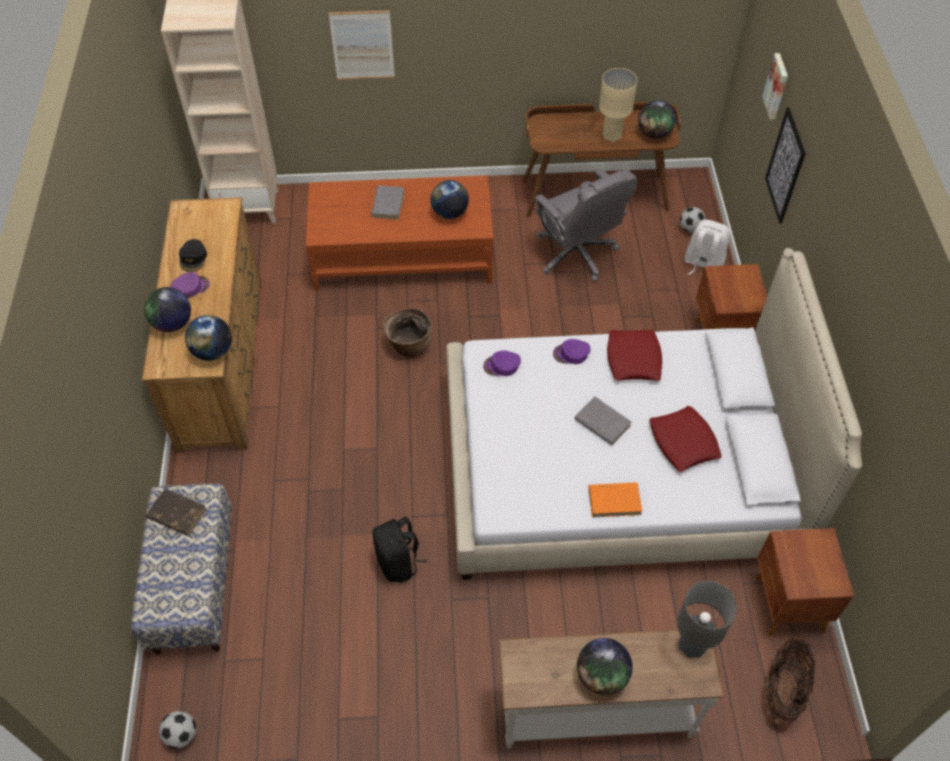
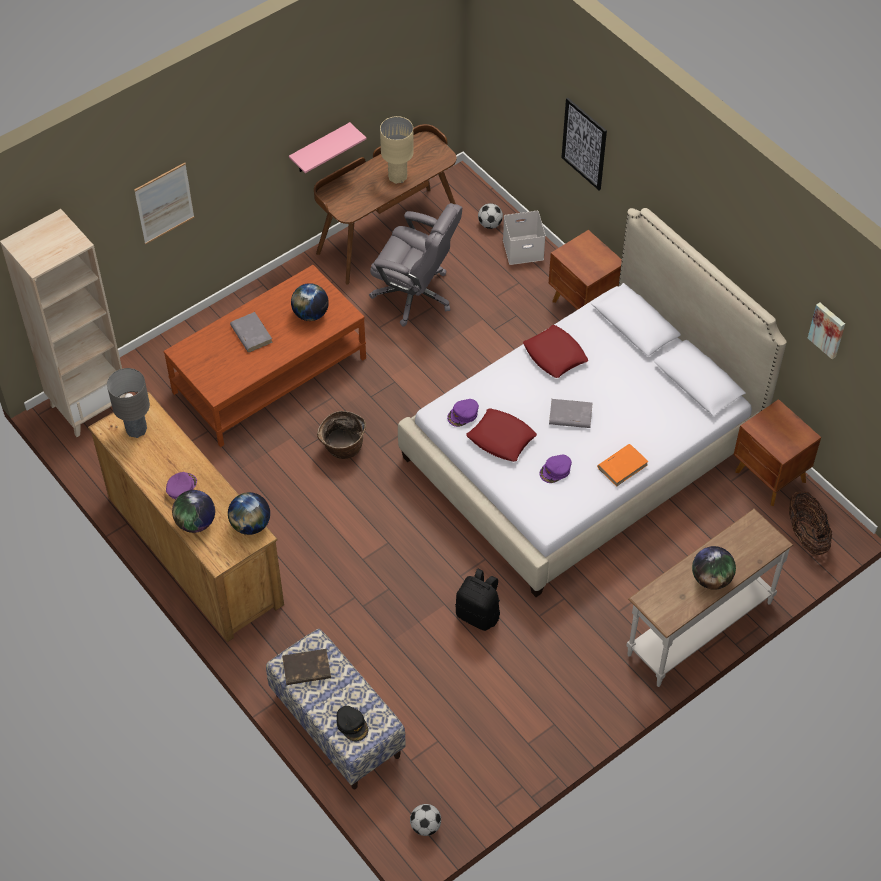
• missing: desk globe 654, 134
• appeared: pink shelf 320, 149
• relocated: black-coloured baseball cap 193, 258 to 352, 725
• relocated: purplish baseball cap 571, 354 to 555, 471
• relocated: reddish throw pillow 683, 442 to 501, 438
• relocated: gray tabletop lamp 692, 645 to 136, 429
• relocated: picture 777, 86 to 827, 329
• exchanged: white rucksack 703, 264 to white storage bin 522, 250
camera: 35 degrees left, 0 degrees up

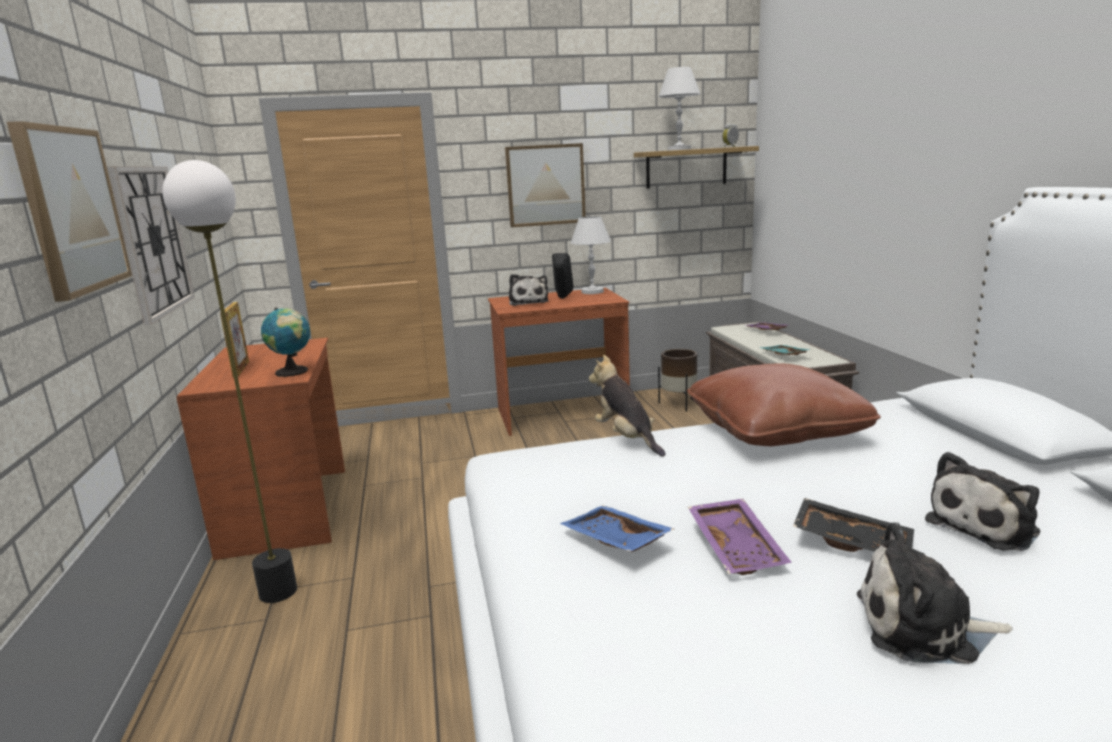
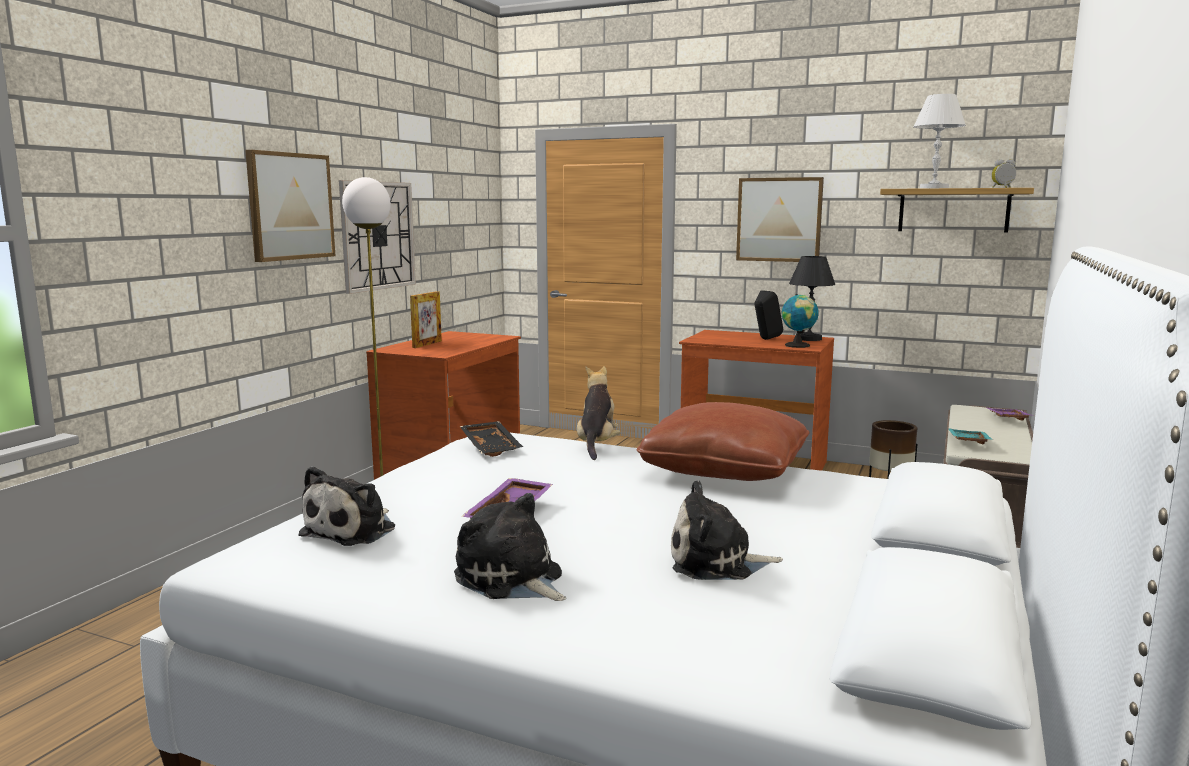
• missing: blue serving tray 614, 541
• relocated: desk globe 293, 372 to 798, 346
• relocated: soft toy 528, 302 to 353, 530
• relocated: black-coloured serving tray 852, 541 to 492, 447
• colour: white tabletop lamp 592, 292 to black-coloured tabletop lamp 809, 339
camera: 35 degrees right, 5 degrees down

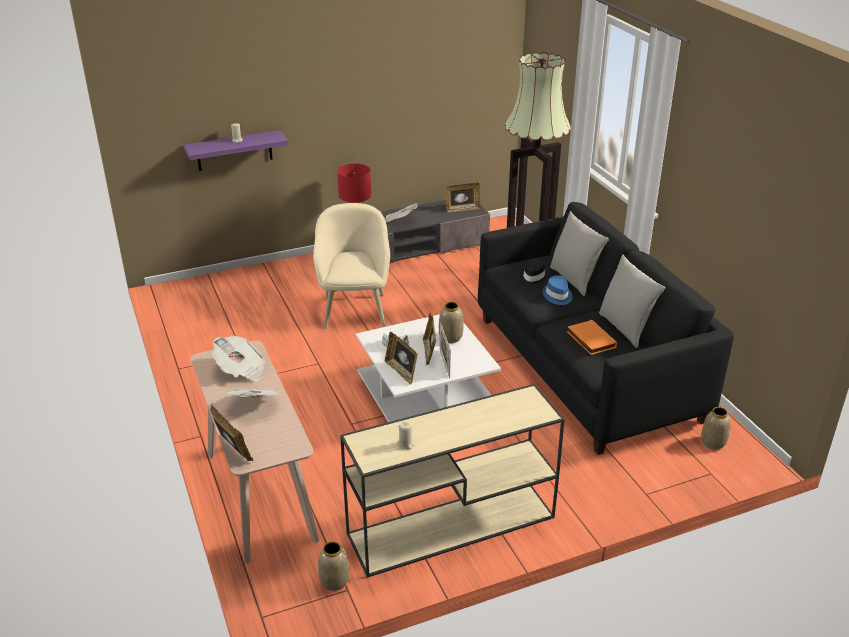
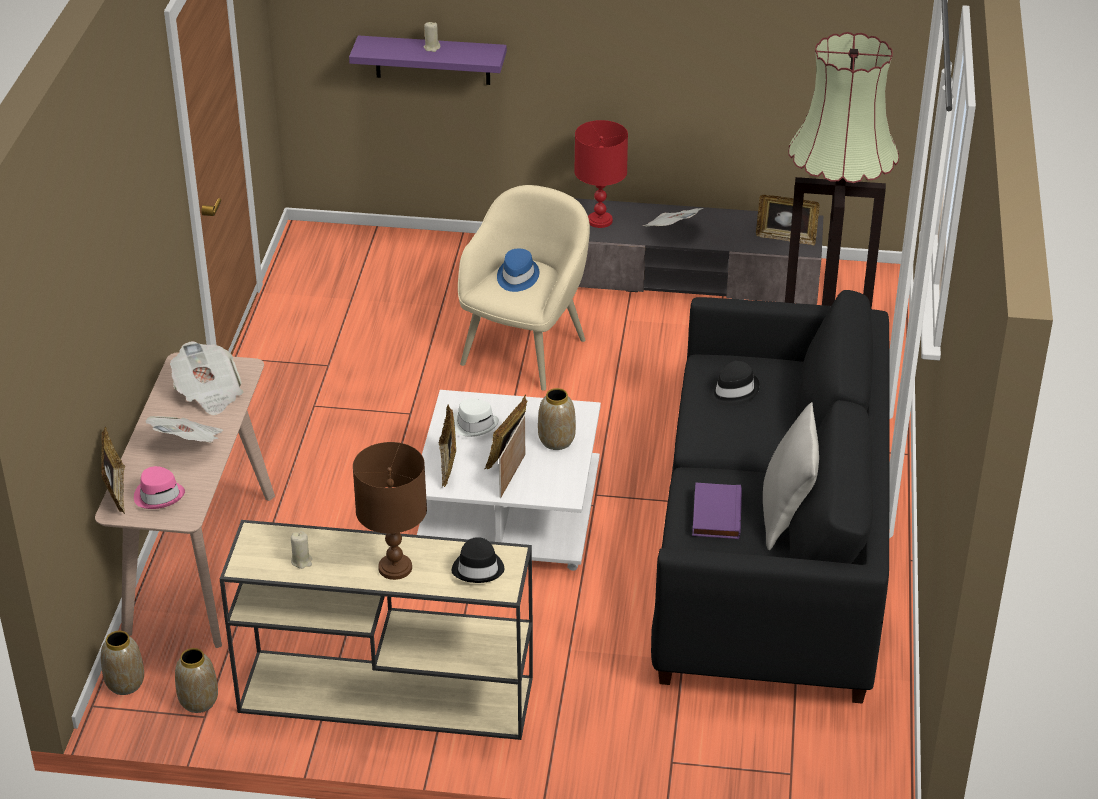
• missing: gray throw pillow 574, 279
• appeared: pink wearable hat 159, 495
• appeared: brown-coloured tabletop lamp 394, 568
• appeared: black-coloured wearable hat 478, 568
• relocated: blue wearable hat 557, 295 to 517, 277
• relocated: flower vase 712, 443 to 124, 683
• colour: orange-coloured book 590, 340 to purplish book 715, 514
camera: 30 degrees right, 5 degrees up

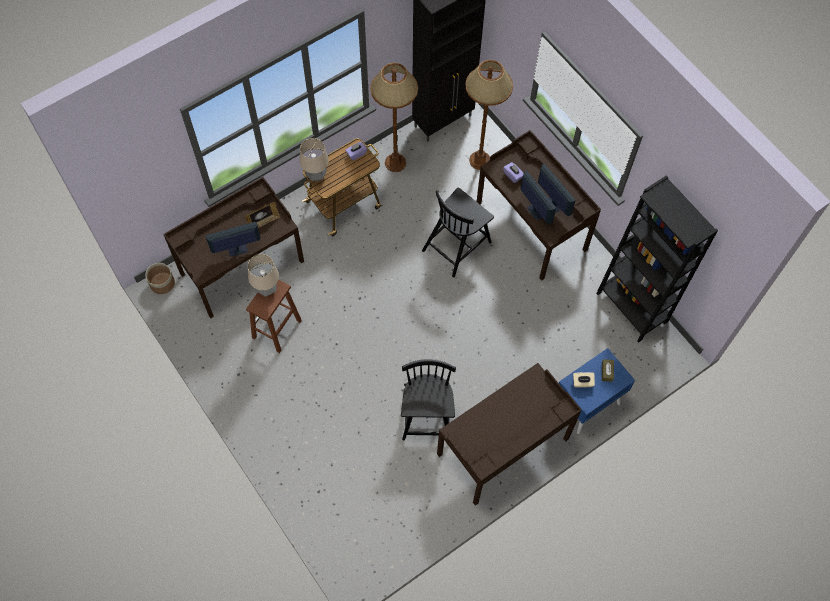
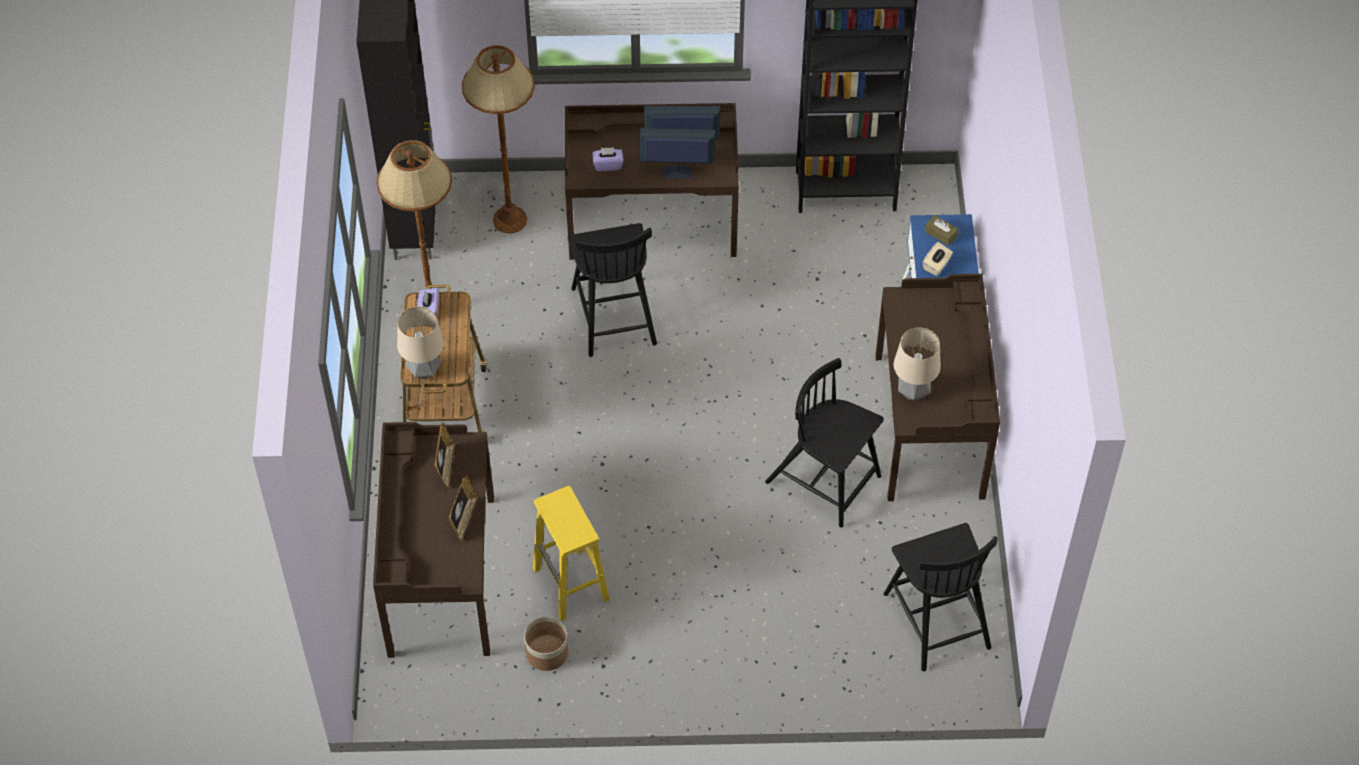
• appeared: black-coloured upright chair 936, 618
• relocated: planter 162, 283 to 546, 653
• relocated: tabletop lamp 267, 289 to 913, 392
• exchanged: monitor 237, 250 to standing frame 464, 518
• colour: brown-coloured stool 276, 330 to yellow stool 572, 585
camera: 55 degrees left, 10 degrees down

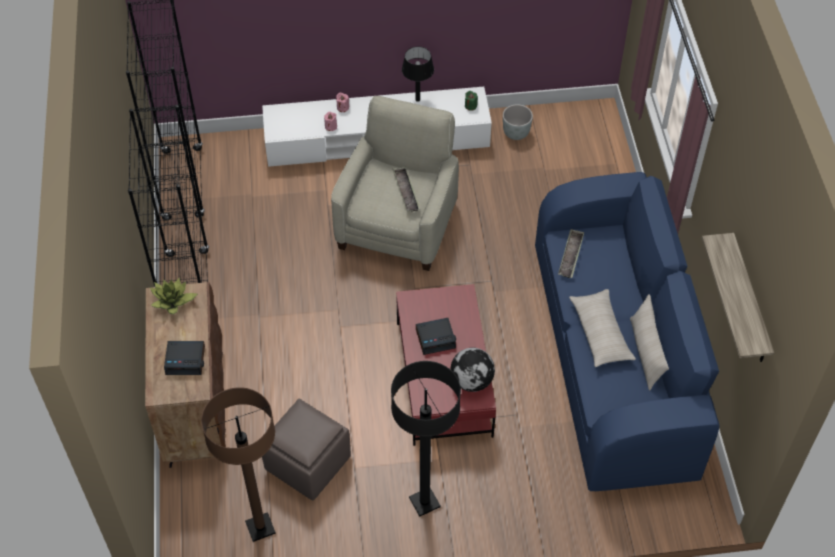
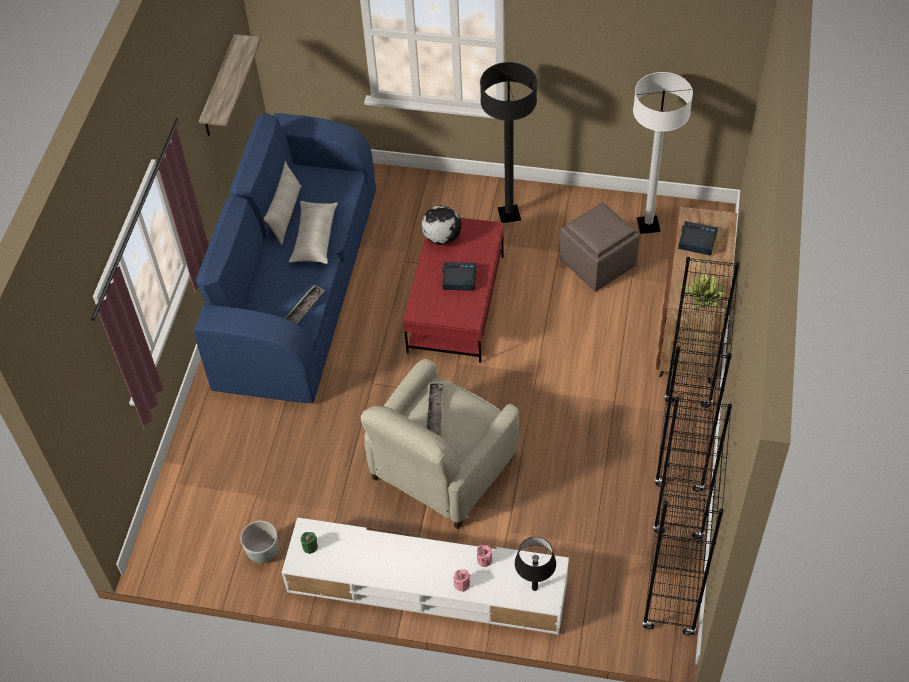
• relocated: black-coloured tabletop lamp 417, 100 to 535, 587
• colour: brown-coloured standard lamp 260, 527 to white standard lamp 648, 225
camera: 160 degrees left, 0 degrees up

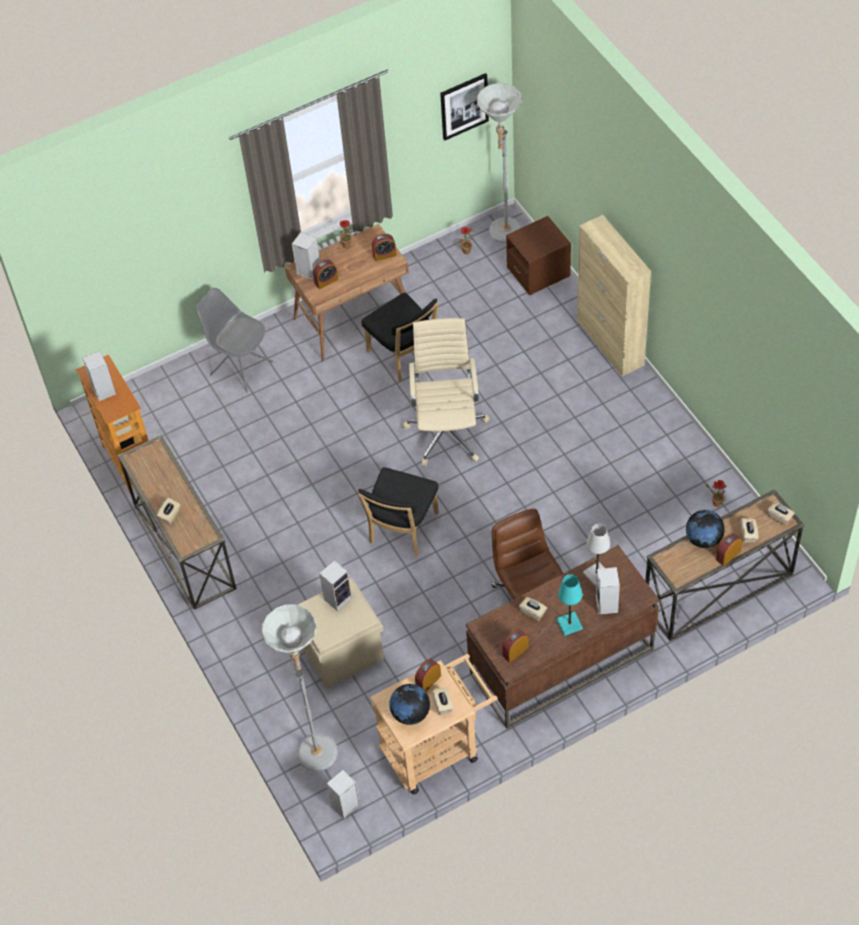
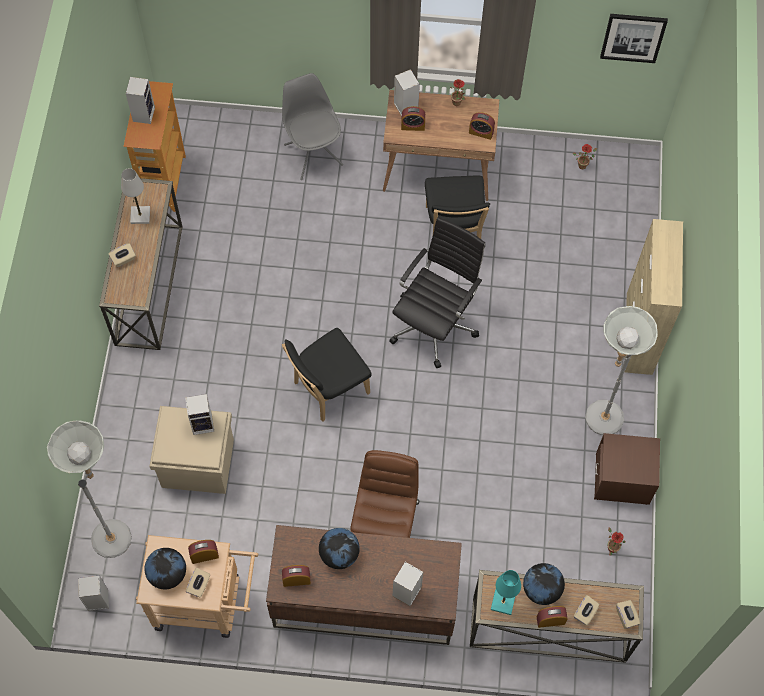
• relocated: gray standard lamp 503, 236 to 597, 422
• relocated: brown-coloured night table 538, 272 to 622, 479
• relocated: turquoise tabletop lamp 569, 624 to 503, 602
• relocated: white tabletop lamp 596, 574 to 140, 215
• exchanged: sand-coloured box of tissues 533, 612 to desk globe 339, 554
• colour: sand-coloured computer chair 447, 431 to black-coloured computer chair 435, 323
camera: 30 degrees right, 10 degrees up

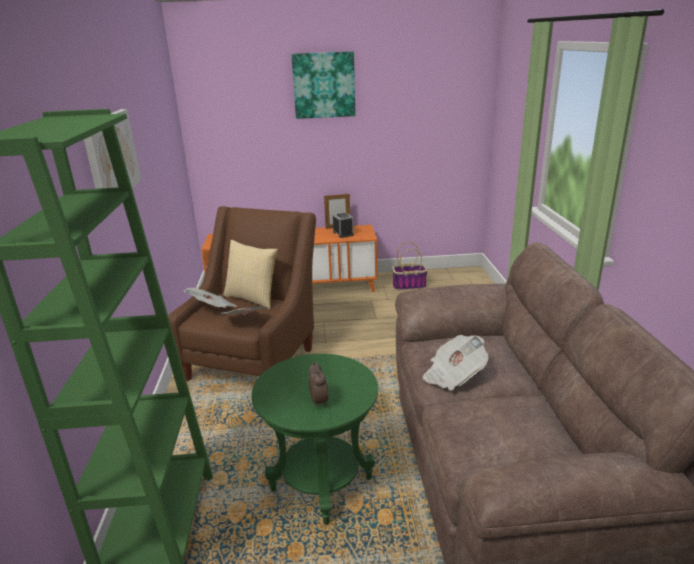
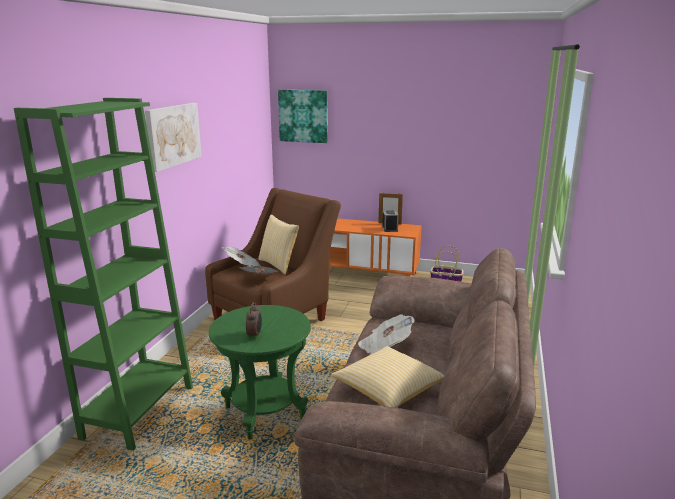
• appeared: throw pillow 387, 390
• relocated: picture 324, 85 to 303, 116
camera: 20 degrees right, 5 degrees down

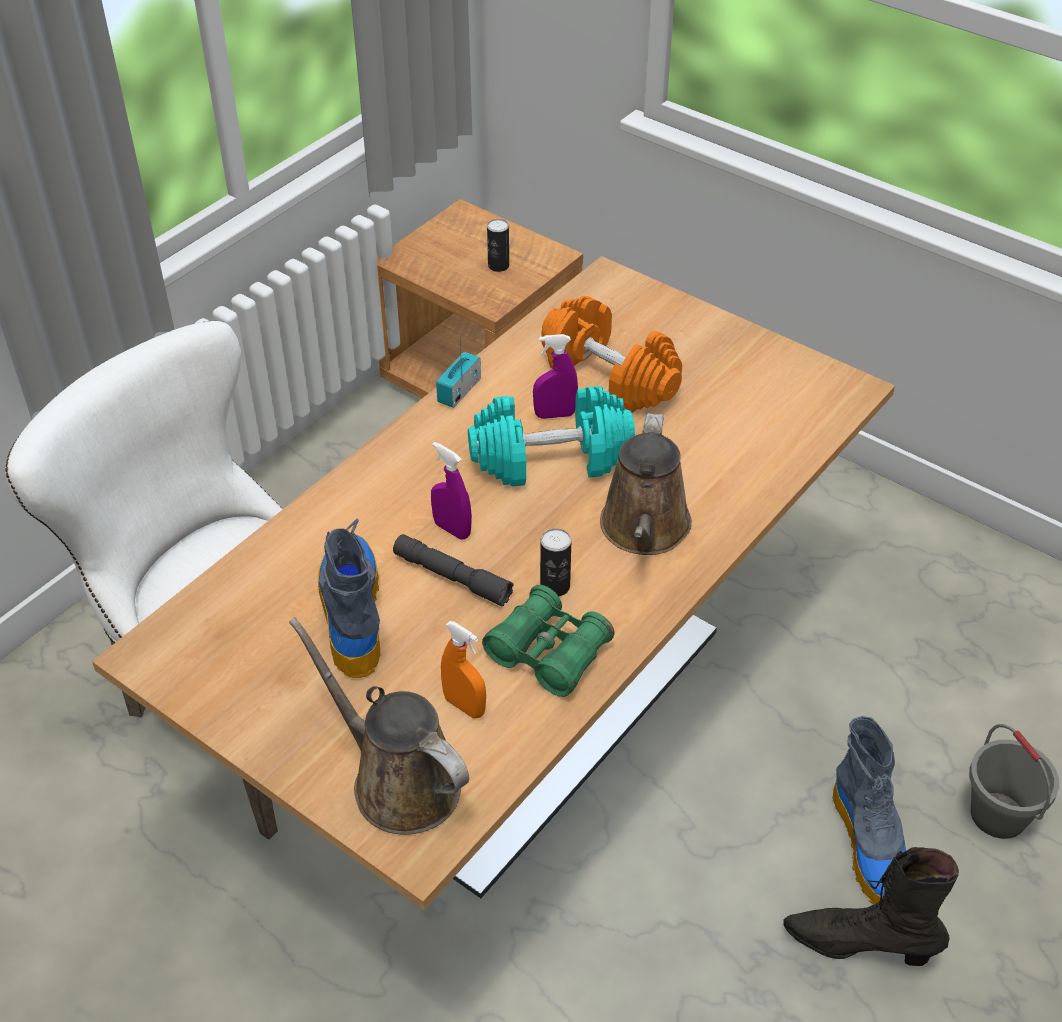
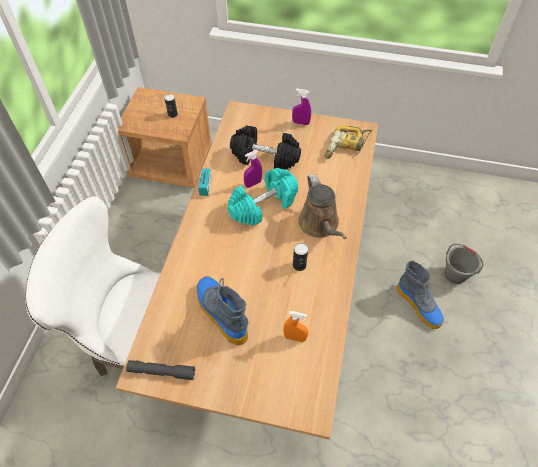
• missing: brown-coloured sprinkling can 398, 781
• missing: greenish pair of binoculars 548, 653
• missing: black-coloured tall boot 859, 944
• appeared: drill 347, 147
• relocated: gray torch 452, 577 to 161, 372
• relocated: purplish hand sprayer 452, 529 to 301, 123
• colour: orange-coloured free weight 608, 377 to black-coloured free weight 265, 158
camera: 25 degrees left, 10 degrees up

